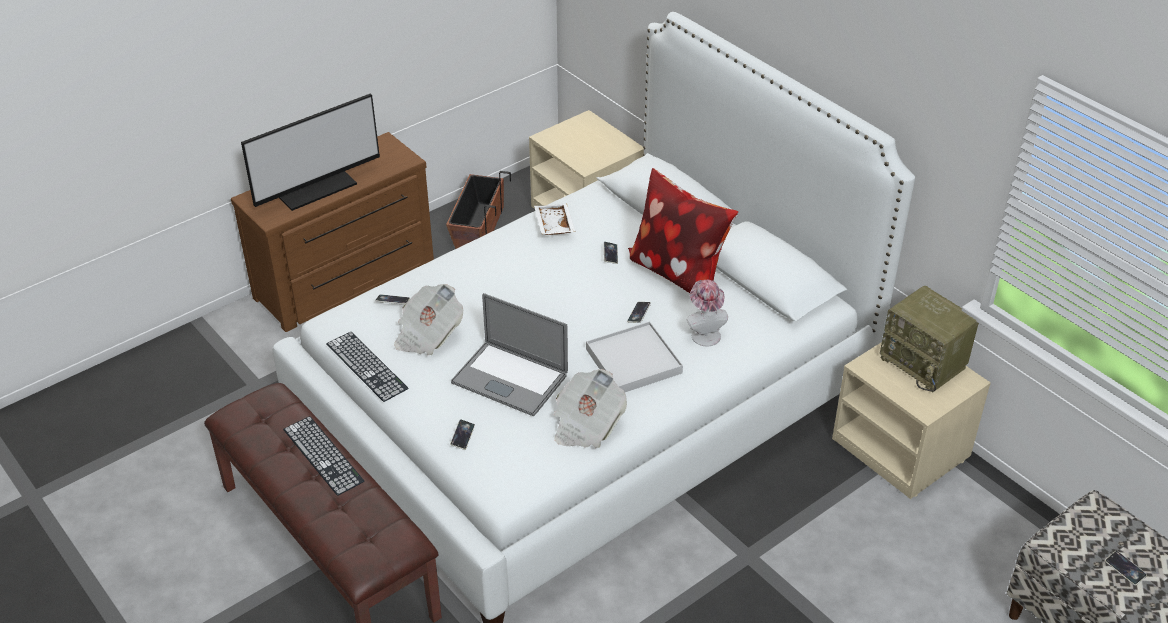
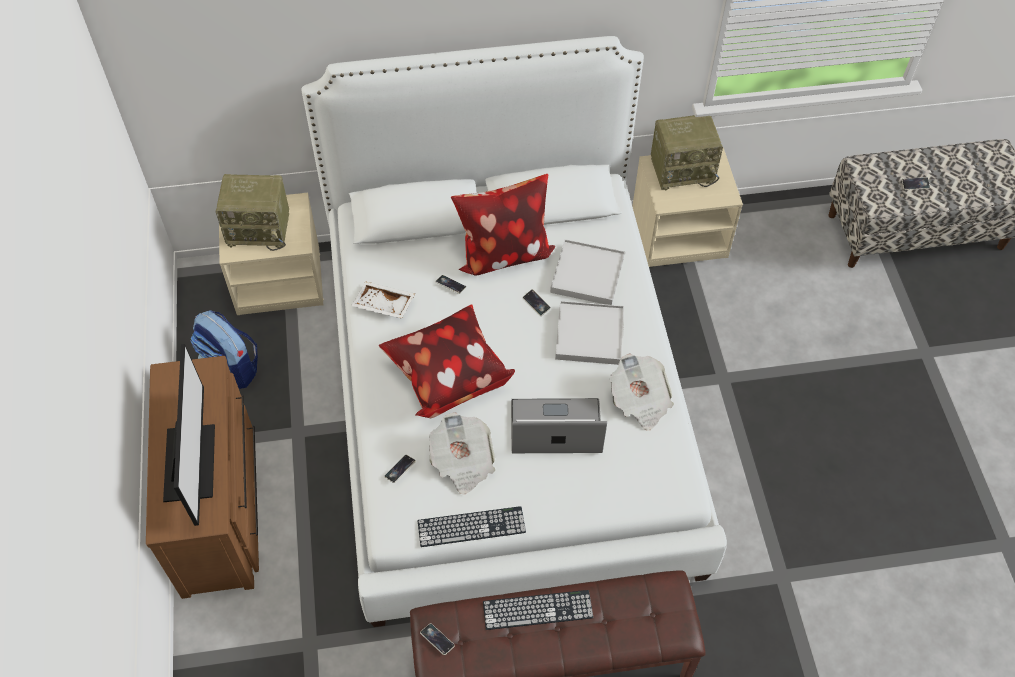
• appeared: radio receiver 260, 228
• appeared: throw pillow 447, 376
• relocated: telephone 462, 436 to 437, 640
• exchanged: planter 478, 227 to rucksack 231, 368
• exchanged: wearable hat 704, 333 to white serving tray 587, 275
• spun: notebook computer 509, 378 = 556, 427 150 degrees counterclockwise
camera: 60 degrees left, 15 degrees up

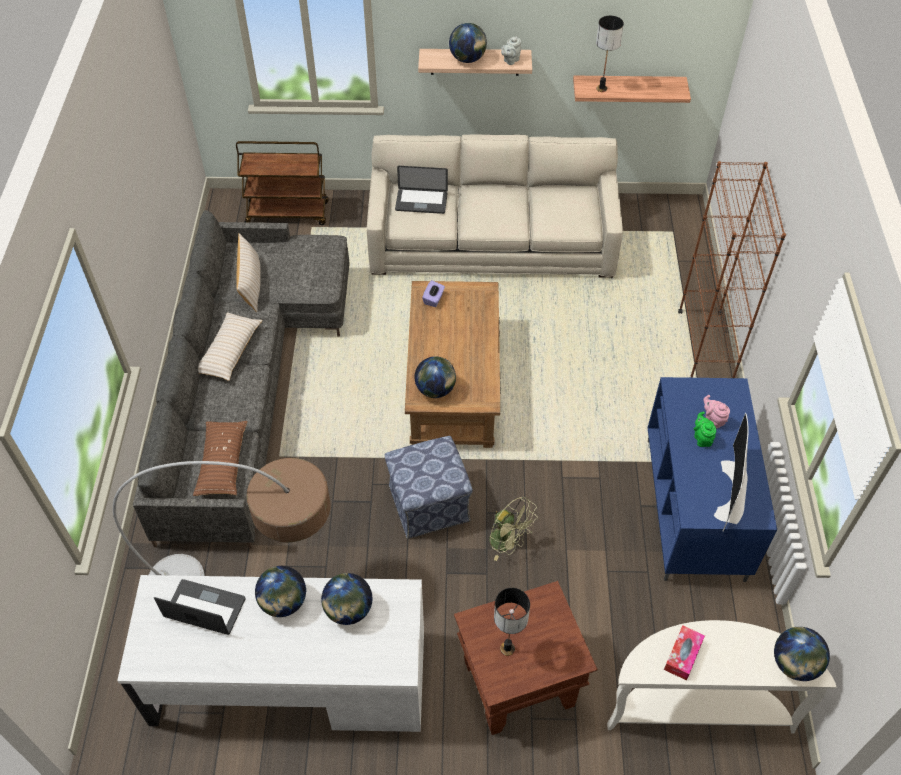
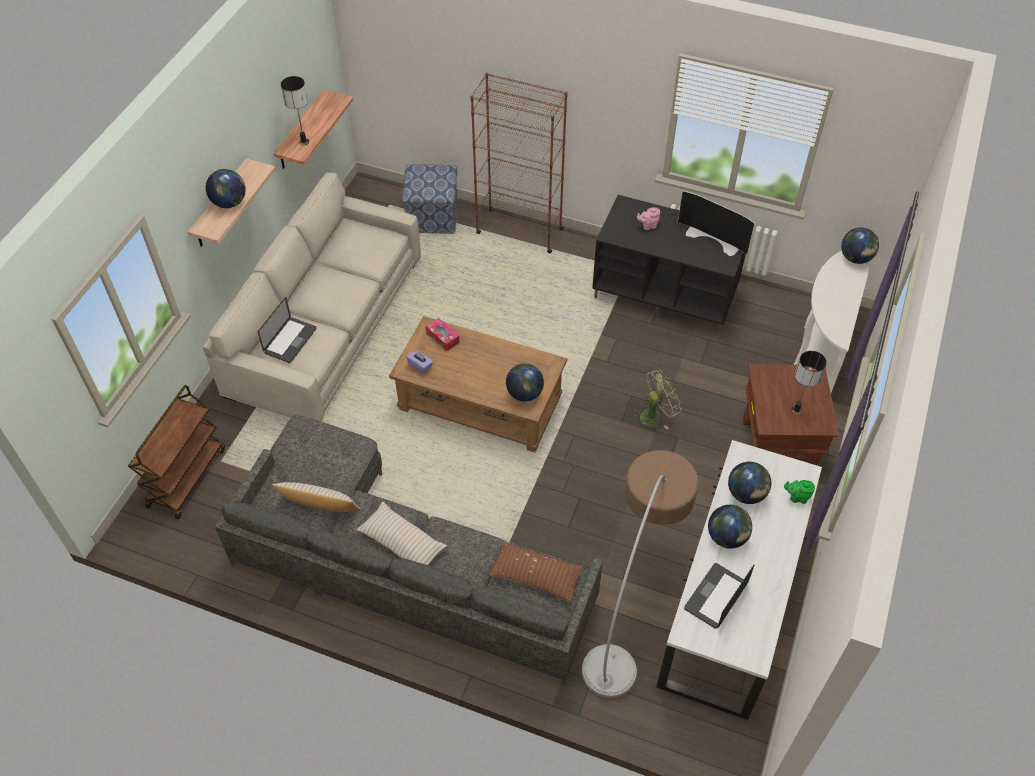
• missing: gray teapot 510, 60
• relocated: pouffe 428, 504 to 432, 217
• relocated: box of tissues 683, 655 to 442, 337
• relocated: greenish teapot 702, 438 to 797, 497
• colour: blue tv stand 696, 509 to black-coloured tv stand 666, 293
camera: 70 degrees left, 0 degrees up

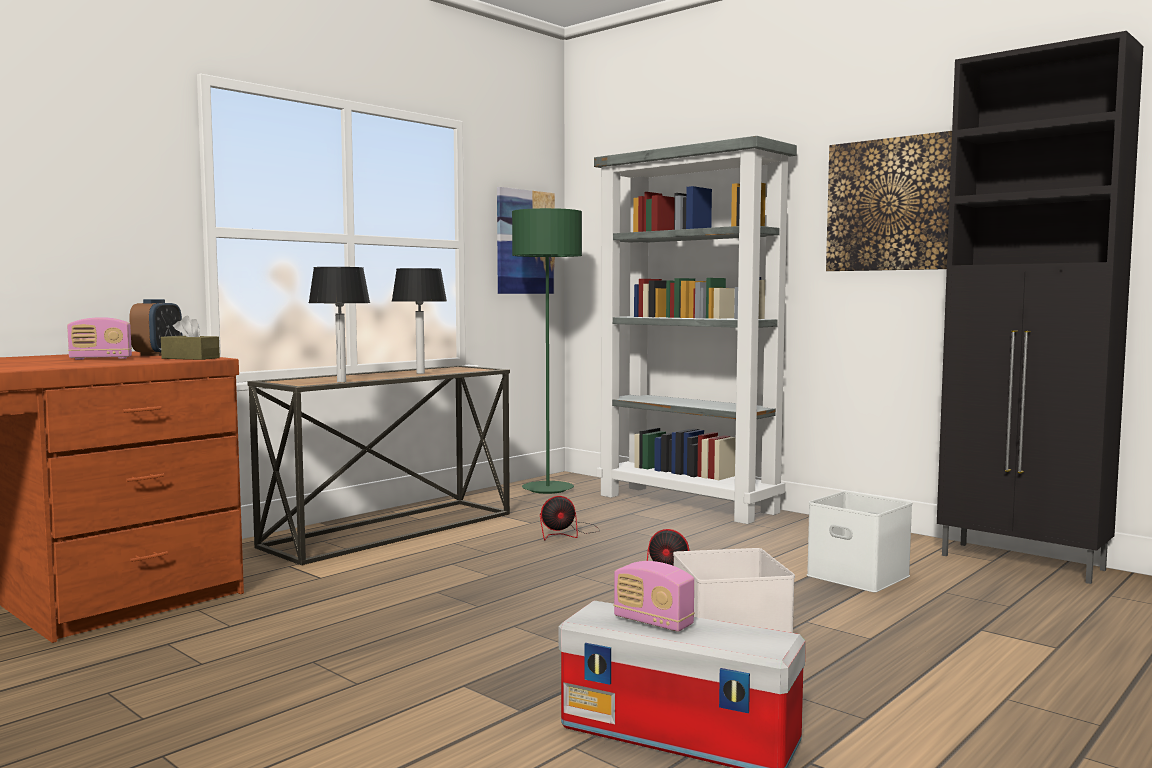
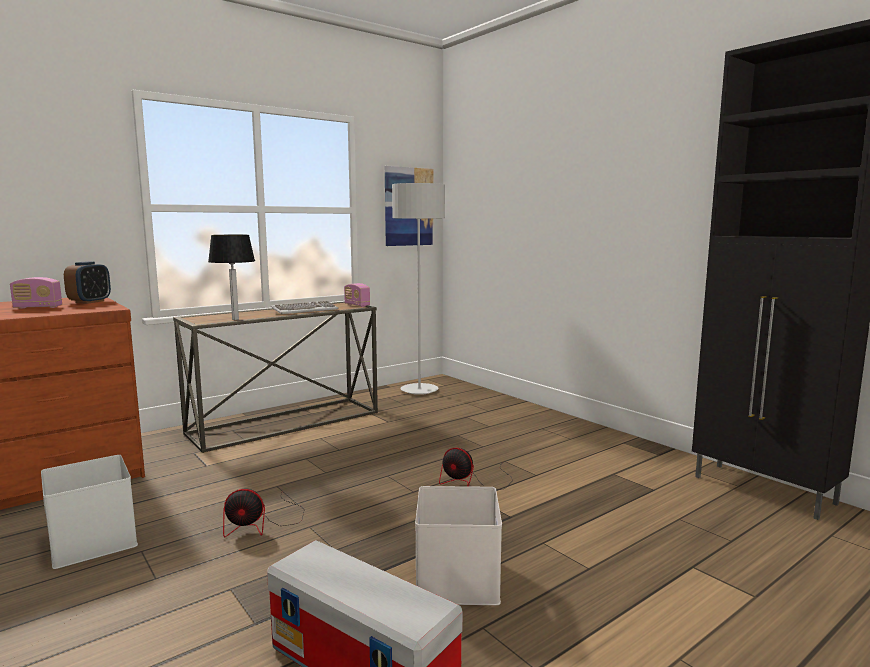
• missing: brown-coloured box of tissues 190, 358
• missing: gray bookshelf 689, 504
• missing: picture 891, 205
• relocated: electric fan 566, 533 to 262, 524
• relocated: radio receiver 653, 622 to 357, 305
• relocated: white storage bin 855, 575 to 91, 541
• exchanged: tabletop lamp 420, 373 to PC keyboard 305, 310
• colour: greenish standard lamp 547, 489 to gray standard lamp 419, 390
camera: 10 degrees right, 5 degrees up

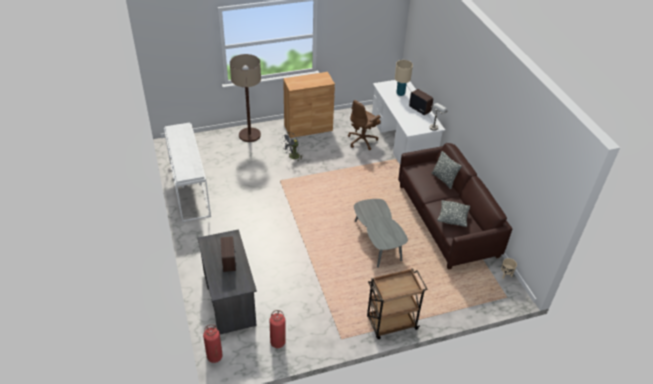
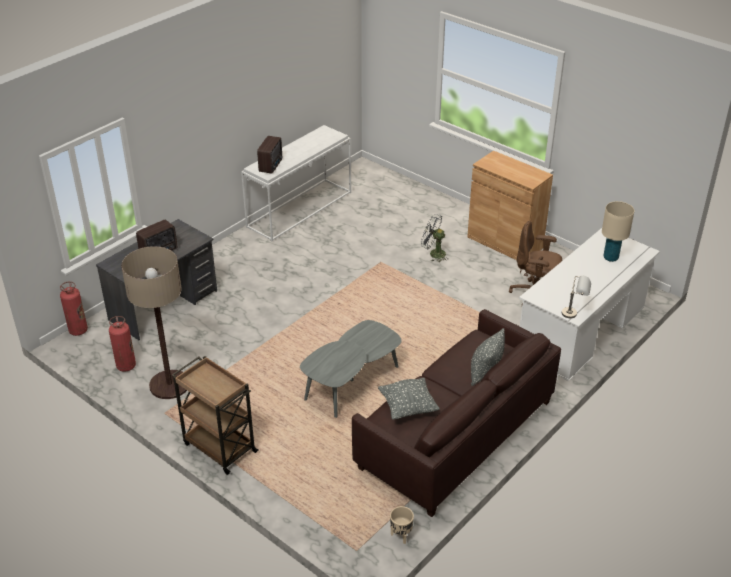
• relocated: standard lamp 249, 135 to 169, 385
• relocated: radio receiver 419, 109 to 271, 165
camera: 60 degrees right, 5 degrees down

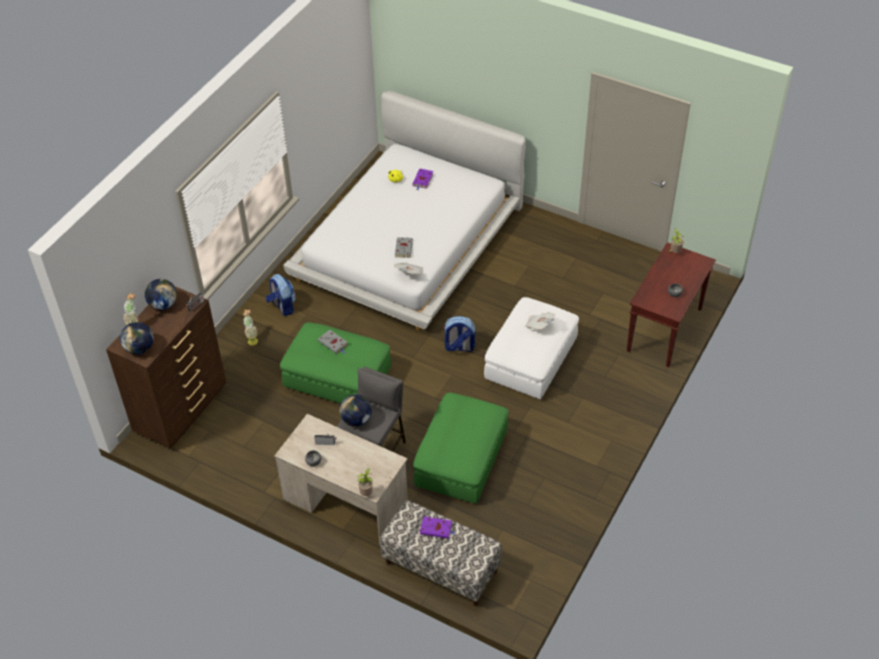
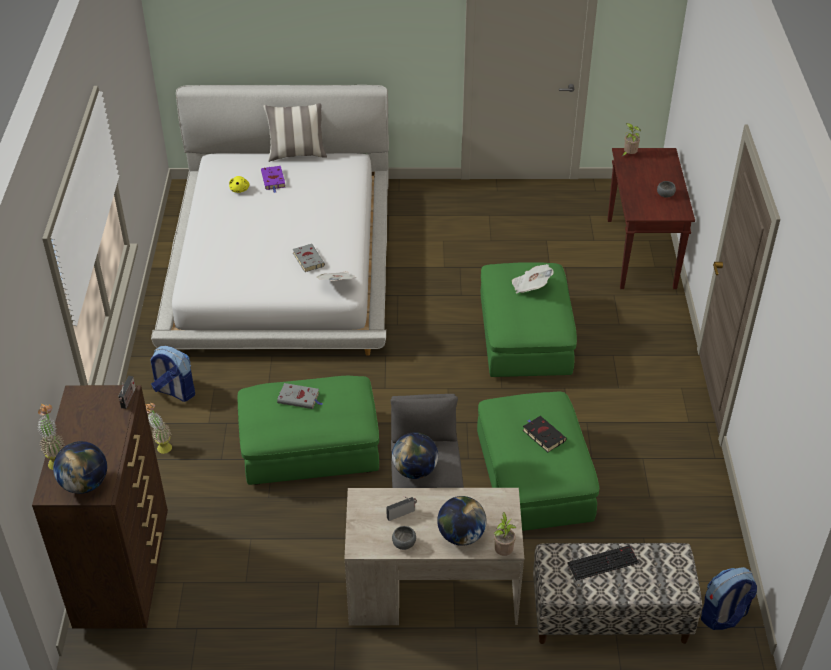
• appeared: throw pillow 297, 154
• appeared: black-coloured book 542, 435
• relocated: desk globe 163, 305 to 461, 535
• relocated: rucksack 459, 347 to 723, 616
• exchanged: purplish book 437, 529 to PC keyboard 603, 562
• colour: white pouffe 531, 360 to greenish pouffe 525, 338
camera: 30 degrees left, 5 degrees down

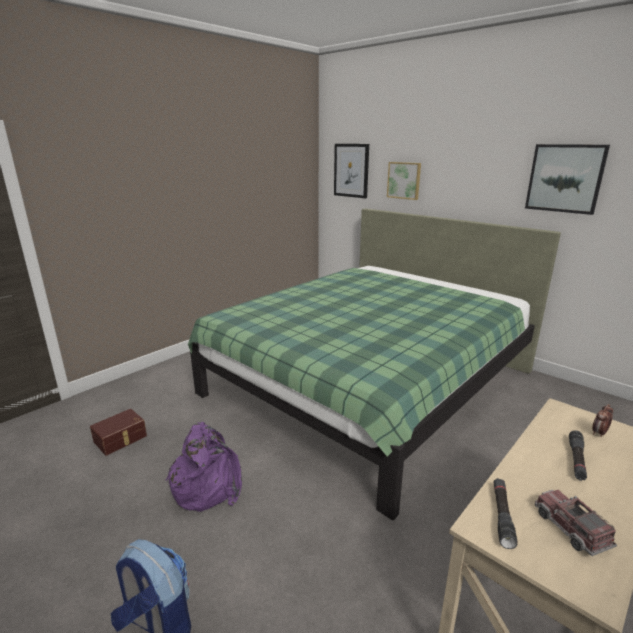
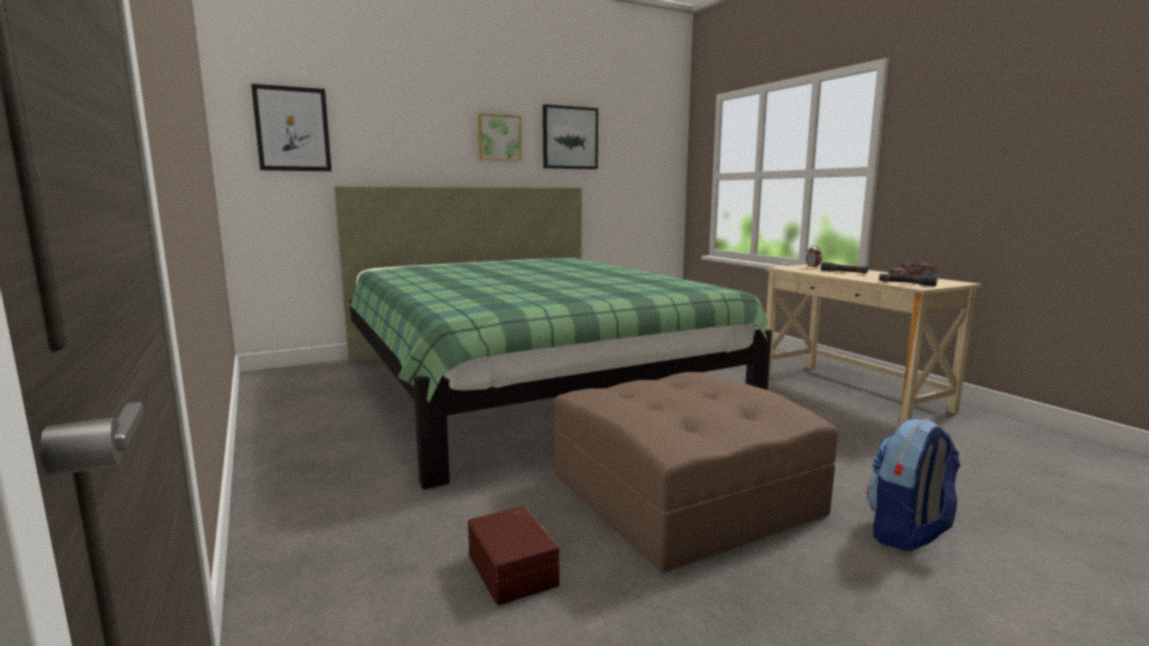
• relocated: picture 404, 180 to 499, 137
• exchanged: purplish rucksack 208, 485 to brown-coloured pouffe 684, 493
camera: 70 degrees left, 10 degrees down

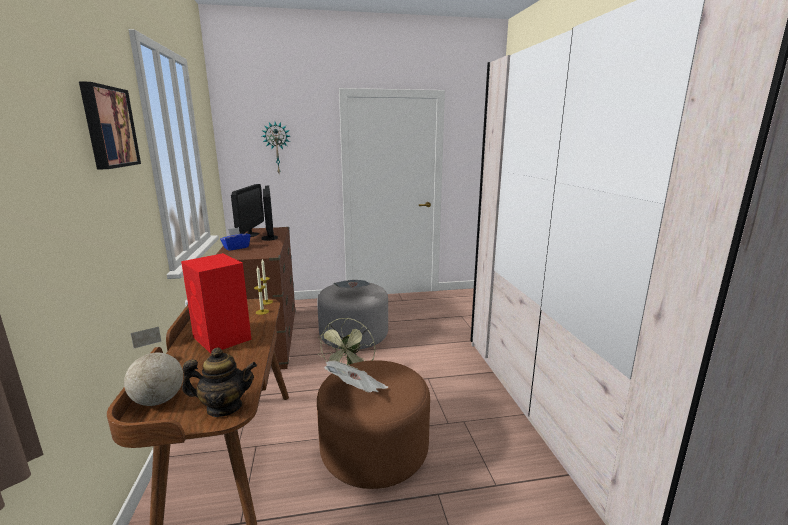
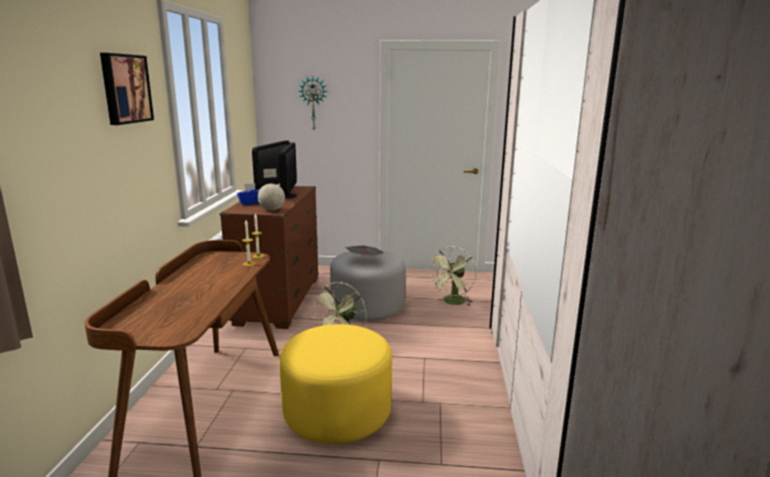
• missing: reddish speaker 222, 339
• missing: teapot 224, 407
• missing: newspaper 357, 391
• appeared: greenish electric fan 452, 303
• relocated: desk globe 159, 400 to 272, 210
• colour: brown-coloured pouffe 374, 450 to yellow pouffe 337, 412
camera: 15 degrees right, 0 degrees up

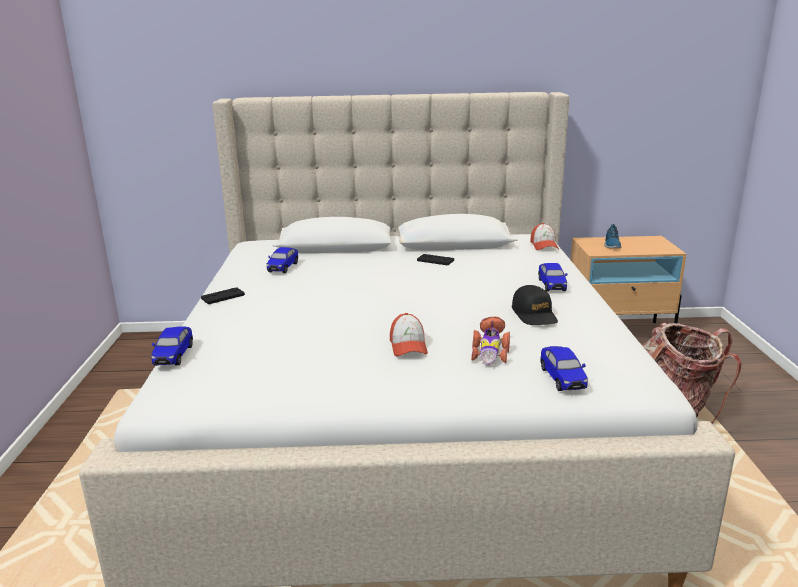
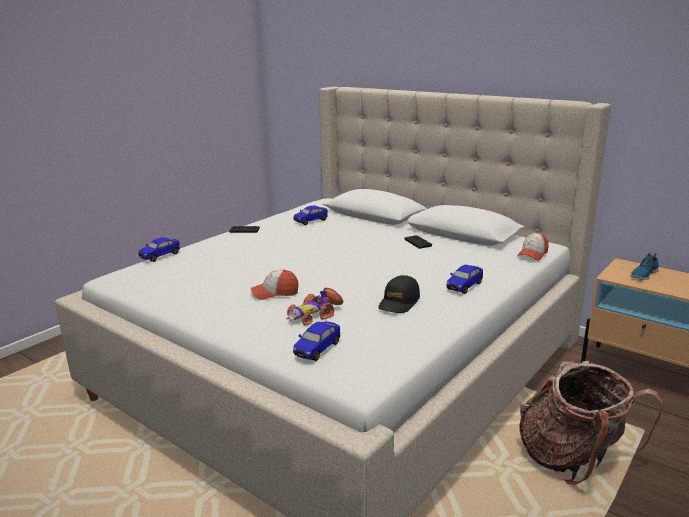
• spun: baseball cap 408, 346 = 275, 293 45 degrees clockwise
camera: 40 degrees right, 0 degrees up

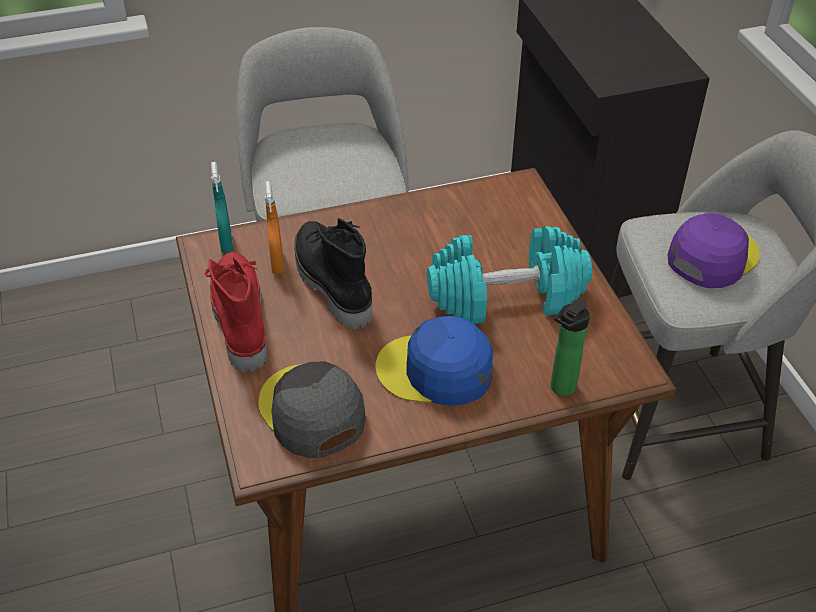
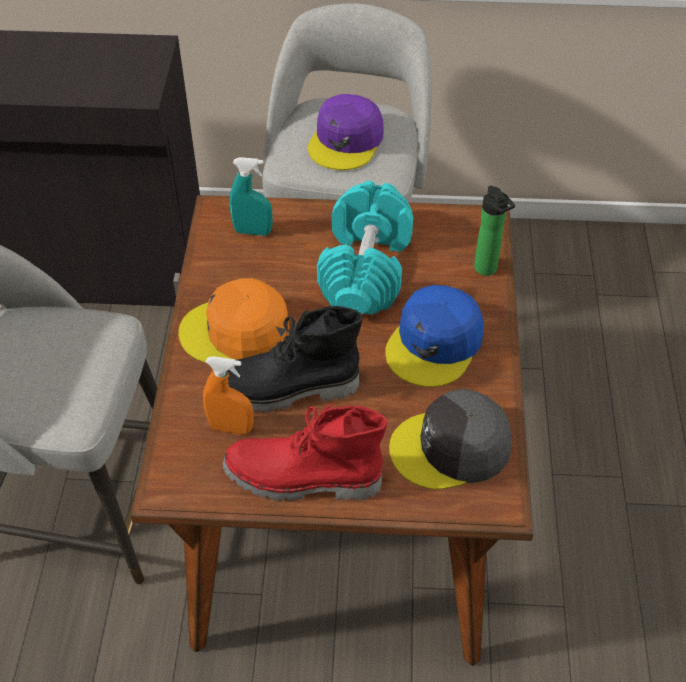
• appeared: orange-coloured baseball cap 236, 331
• relocated: turquoise hand sprayer 226, 243 to 253, 231
• spun: purplish baseball cap 712, 256 = 346, 141 135 degrees counterclockwise
camera: 70 degrees left, 5 degrees up

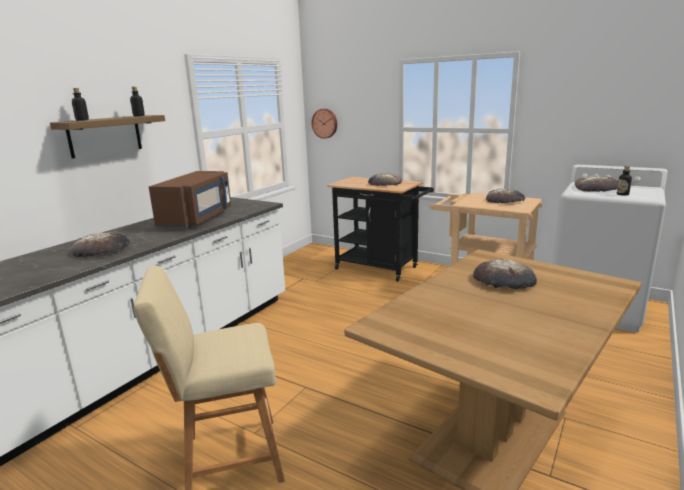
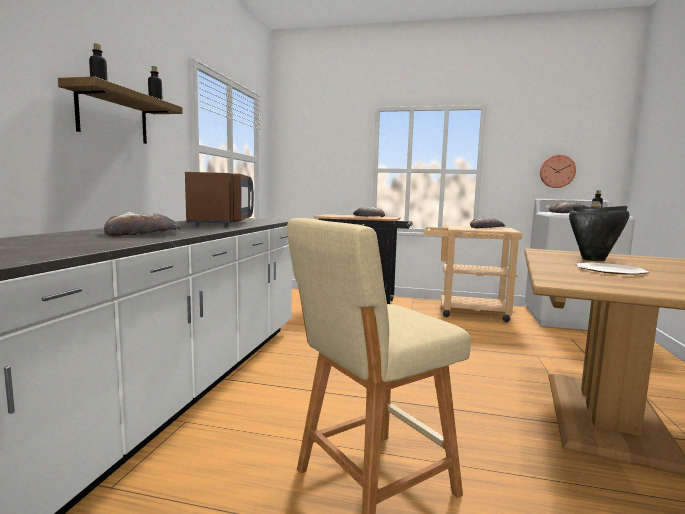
• appeared: flat dish 611, 270
• relocated: hanging clock 325, 123 to 557, 171
• exchanged: bakery bread 504, 280 to black-coloured stockpot 593, 259
camera: 20 degrees left, 10 degrees down

